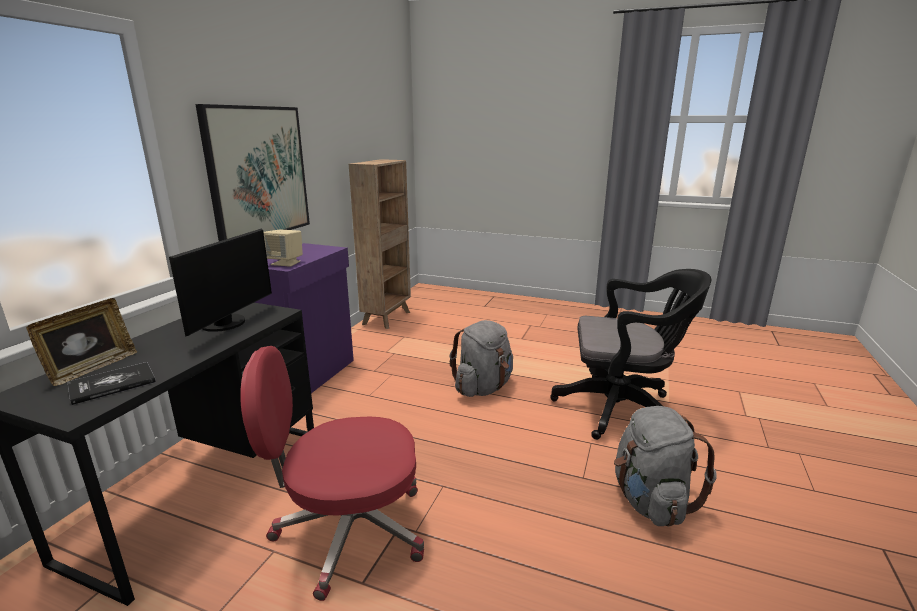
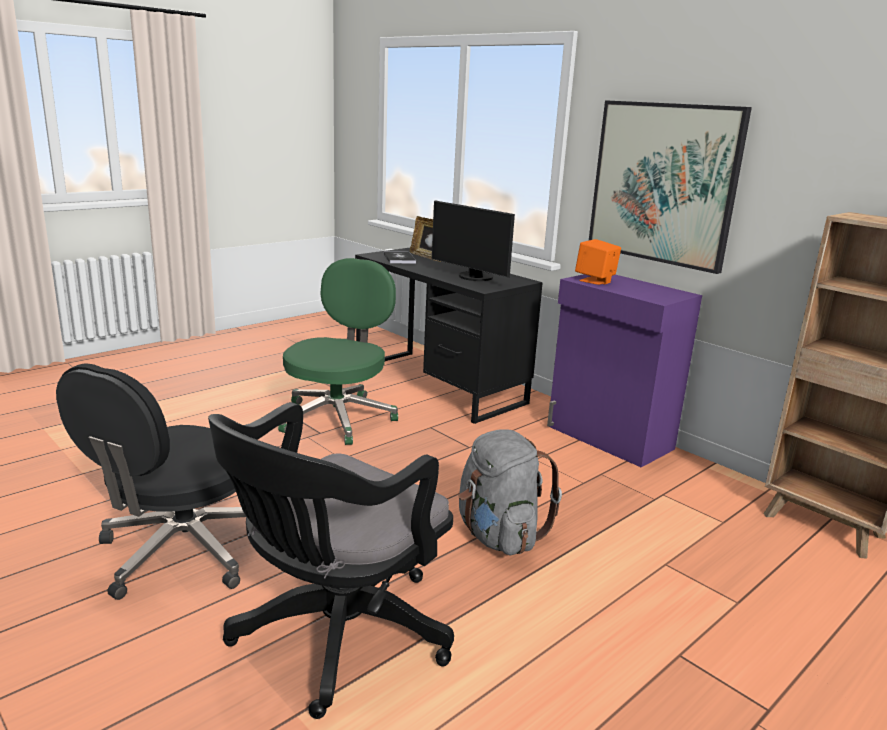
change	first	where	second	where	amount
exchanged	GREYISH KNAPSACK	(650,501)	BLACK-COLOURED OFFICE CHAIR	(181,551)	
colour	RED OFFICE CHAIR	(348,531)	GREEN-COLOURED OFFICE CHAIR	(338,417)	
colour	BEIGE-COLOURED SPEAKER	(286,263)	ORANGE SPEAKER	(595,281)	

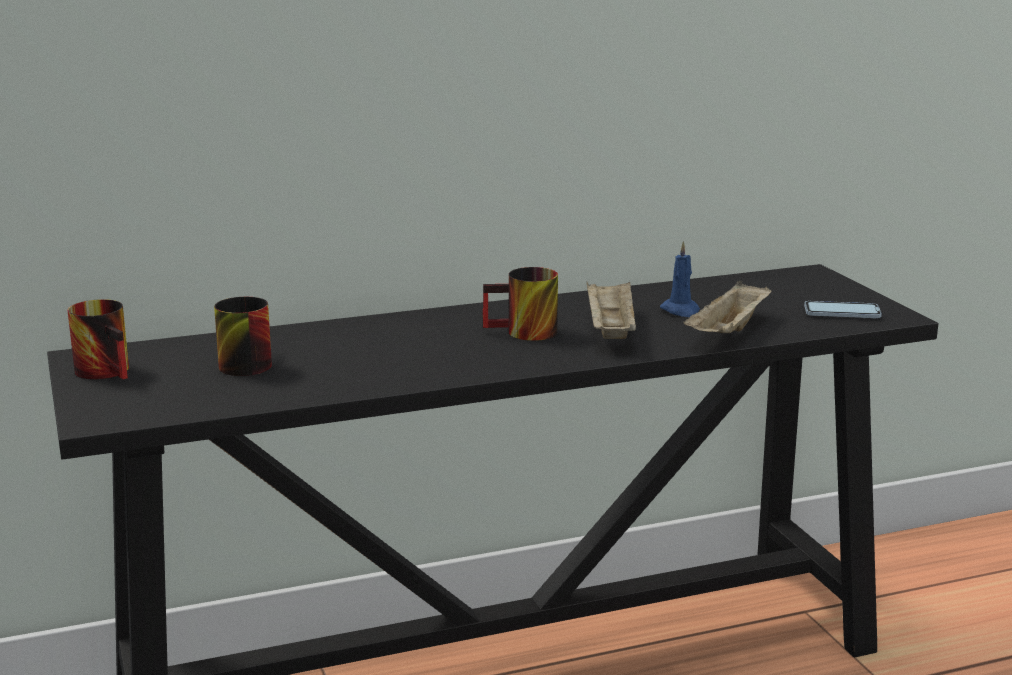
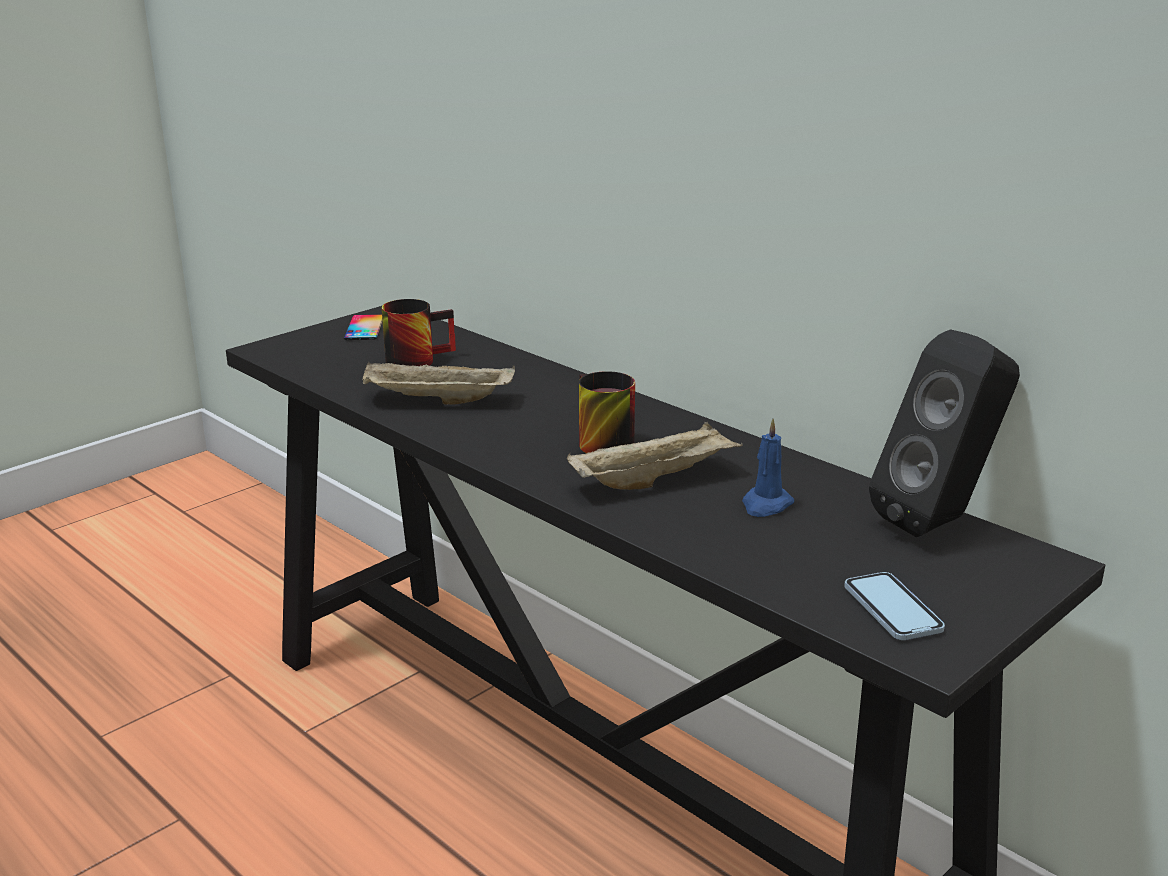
change	first	where	second	where	amount
appeared			BLACK-COLOURED SPEAKER	(940,521)	
relocated	BEIGE-COLOURED CARRYING TRAY	(729,333)		(436,401)	
exchanged	MUG	(111,371)	HANDSET	(364,328)	

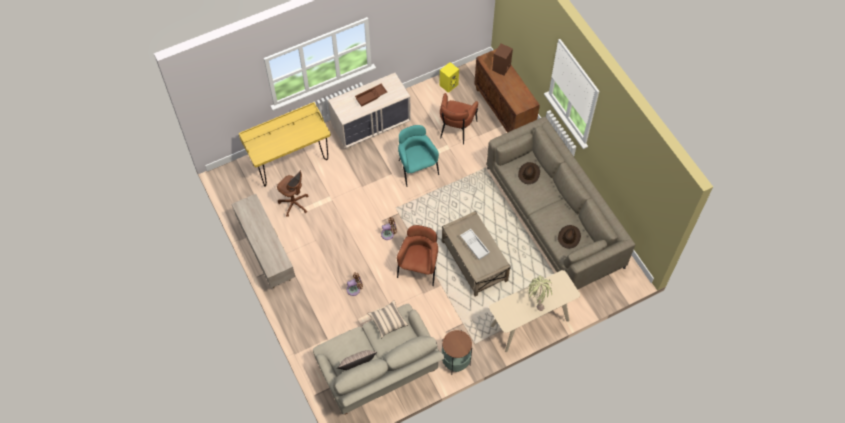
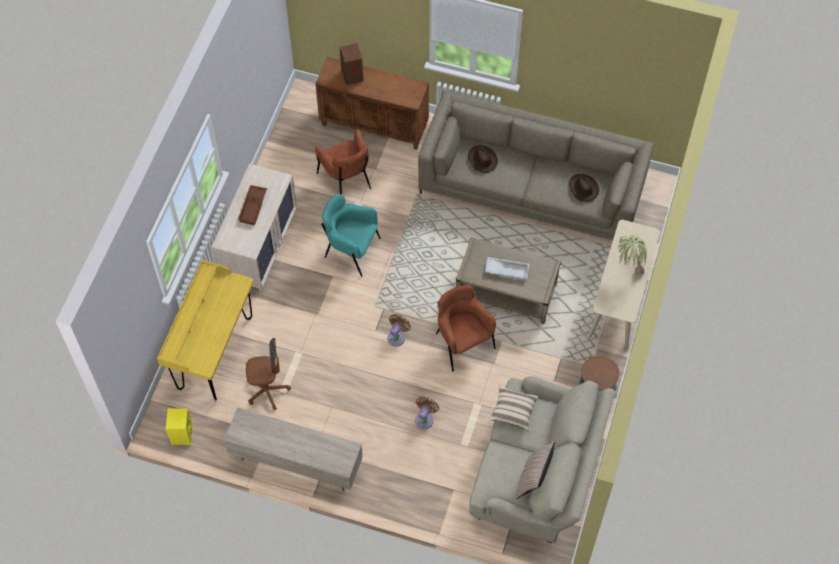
change	first	where	second	where	amount
relocated	YELLOW SPEAKER	(449,84)		(181,434)	

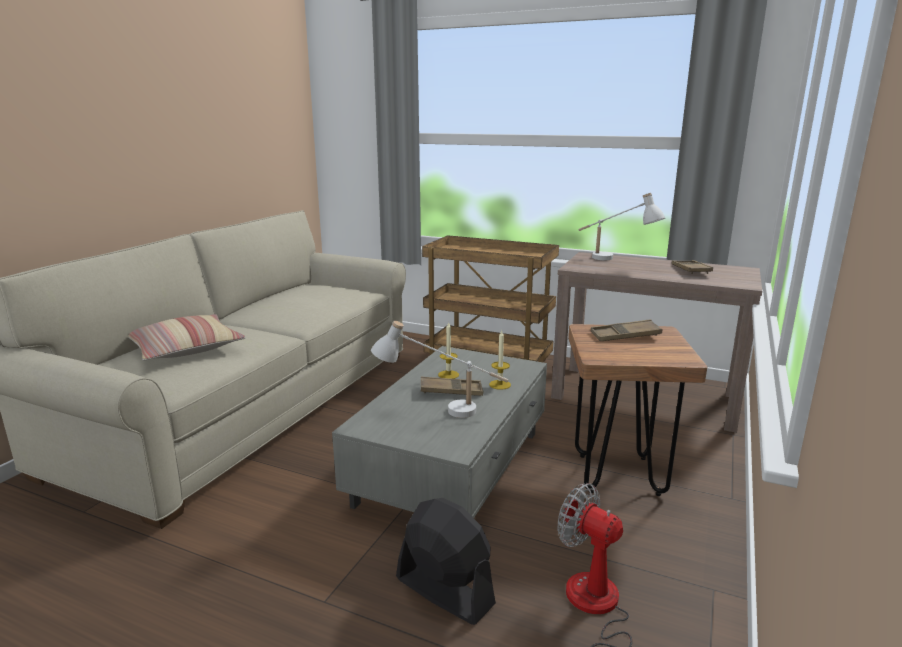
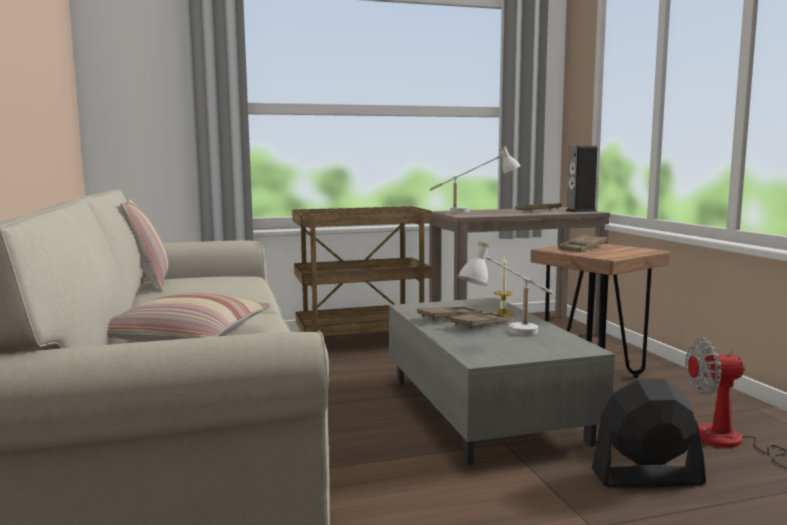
change	first	where	second	where	amount
appeared			THROW PILLOW	(149,284)	
appeared			SPEAKER	(580,211)	
exchanged	CANDLE	(448,375)	BROWNISH CARRYING TRAY	(449,317)	

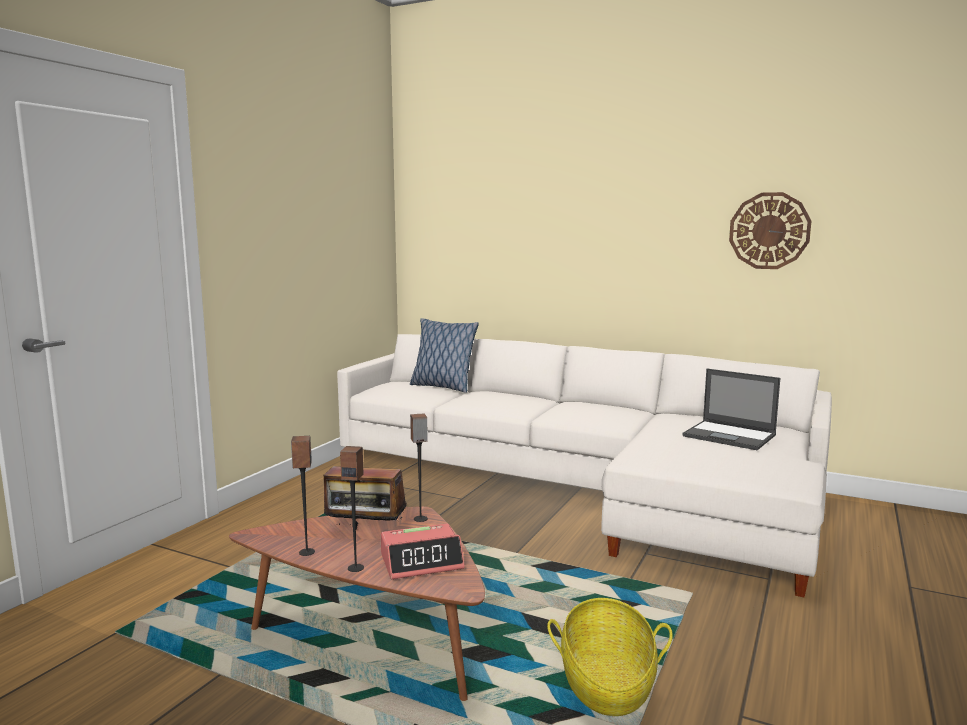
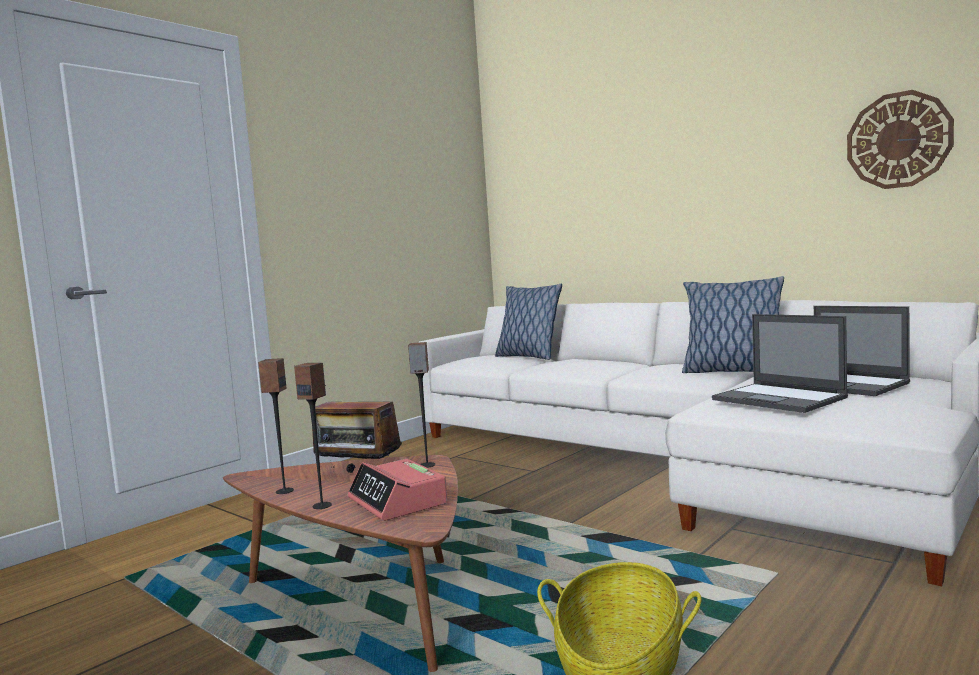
change	first	where	second	where	amount
appeared			THROW PILLOW	(732,372)	
appeared			LAPTOP	(780,399)	
spun	BEDSIDE CLOCK	(422,561)		(397,502)	60 degrees clockwise

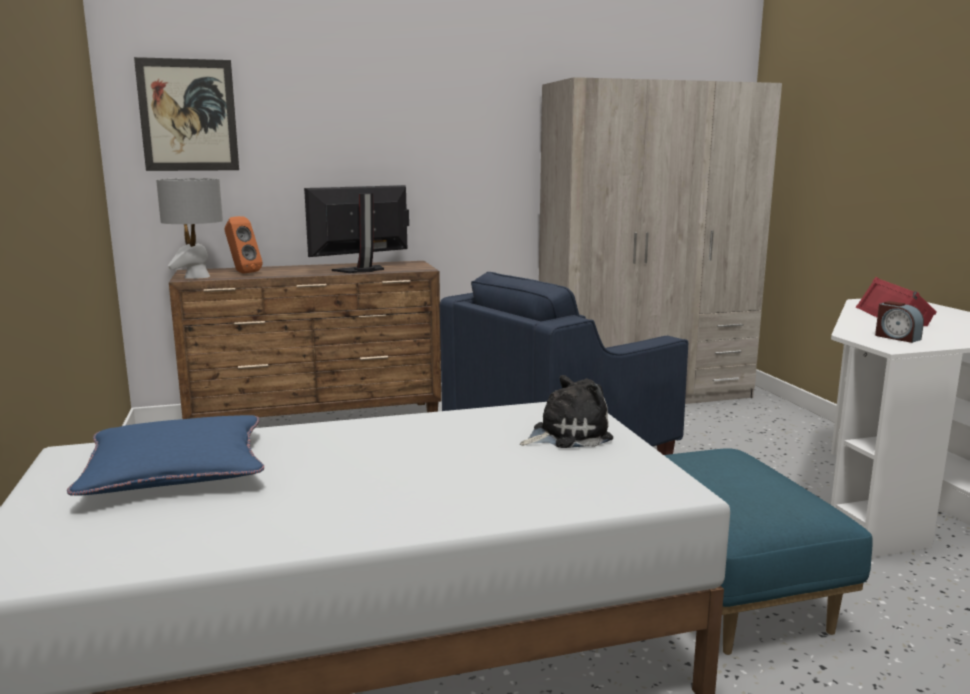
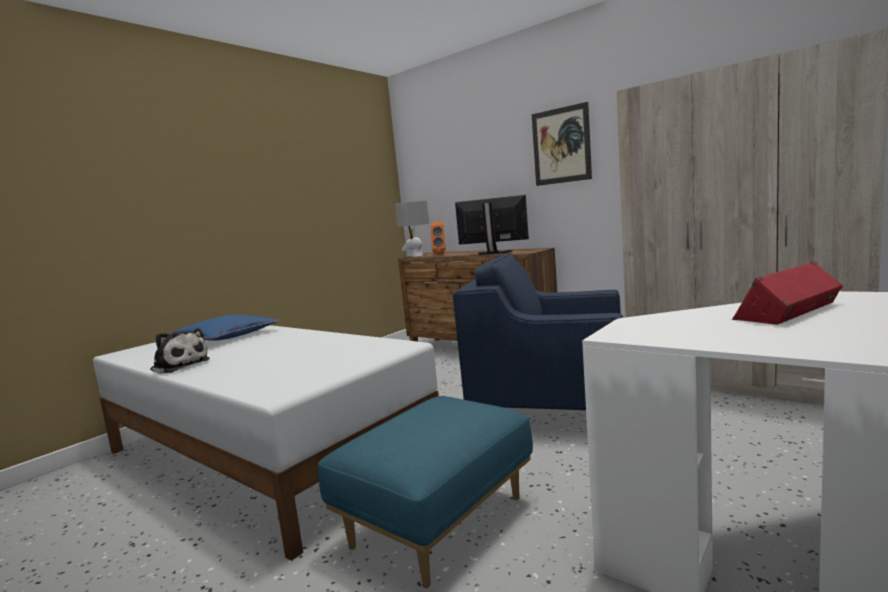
change	first	where	second	where	amount
missing	BEDSIDE CLOCK	(896,337)			
relocated	PICTURE	(188,115)		(561,145)	
relocated	SOFT TOY	(567,435)		(179,365)	

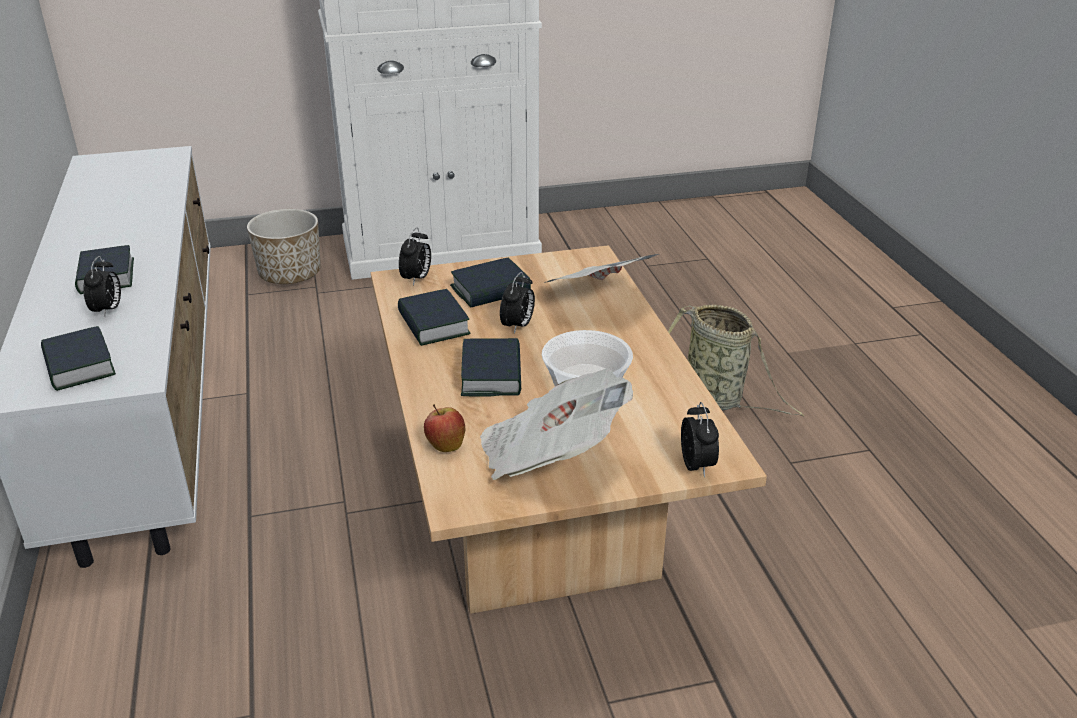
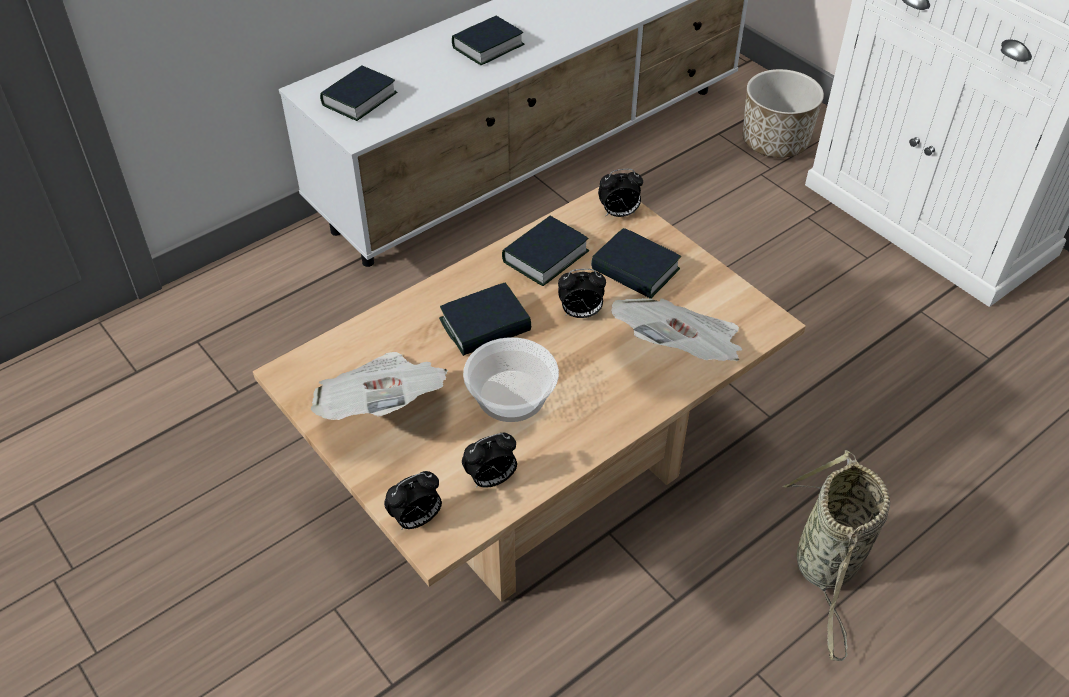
change	first	where	second	where	amount
missing	APPLE FRUIT	(445,445)			
relocated	BEDSIDE CLOCK	(108,310)		(491,479)	

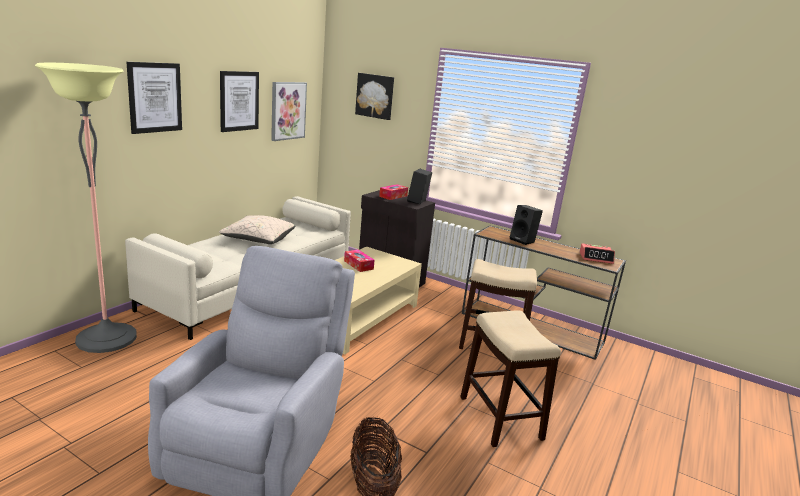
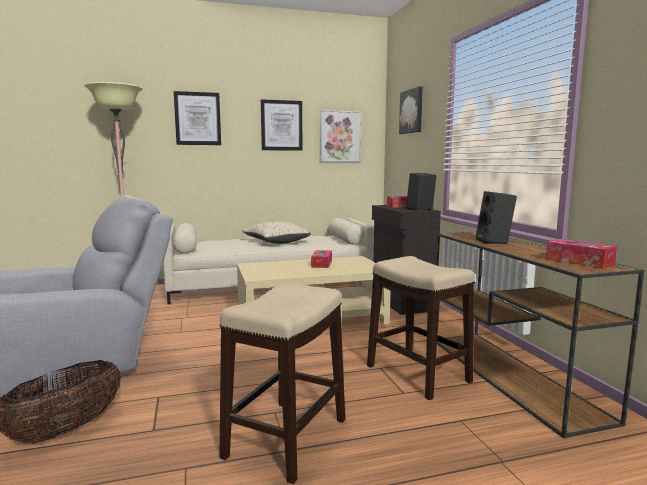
change	first	where	second	where	amount
exchanged	BEDSIDE CLOCK	(596,258)	BOX OF TISSUES	(579,262)	

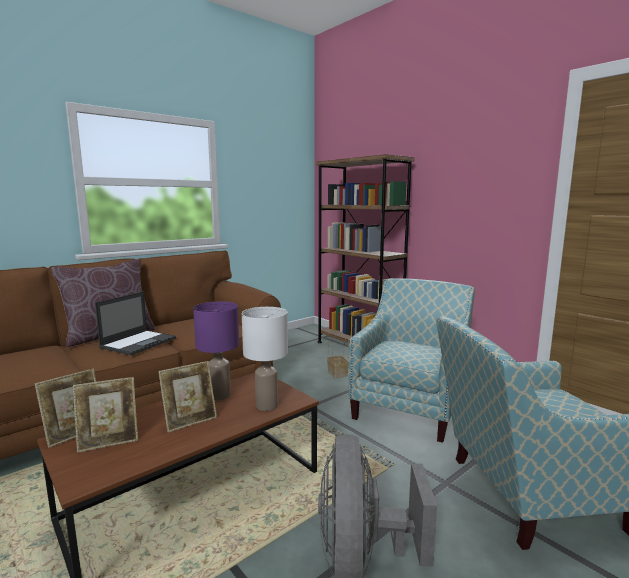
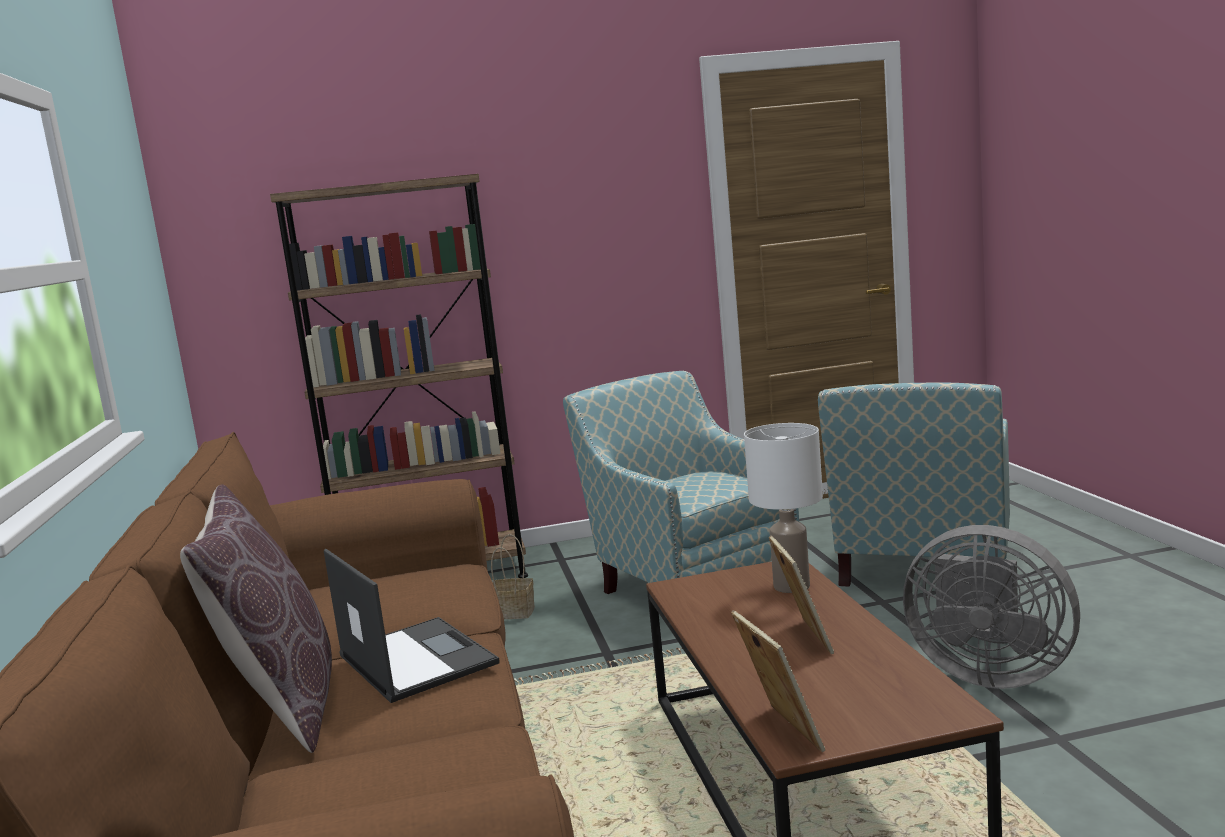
change	first	where	second	where	amount
missing	PICTURE FRAME	(109,441)			
missing	PURPLE-COLOURED TABLETOP LAMP	(220,395)			

